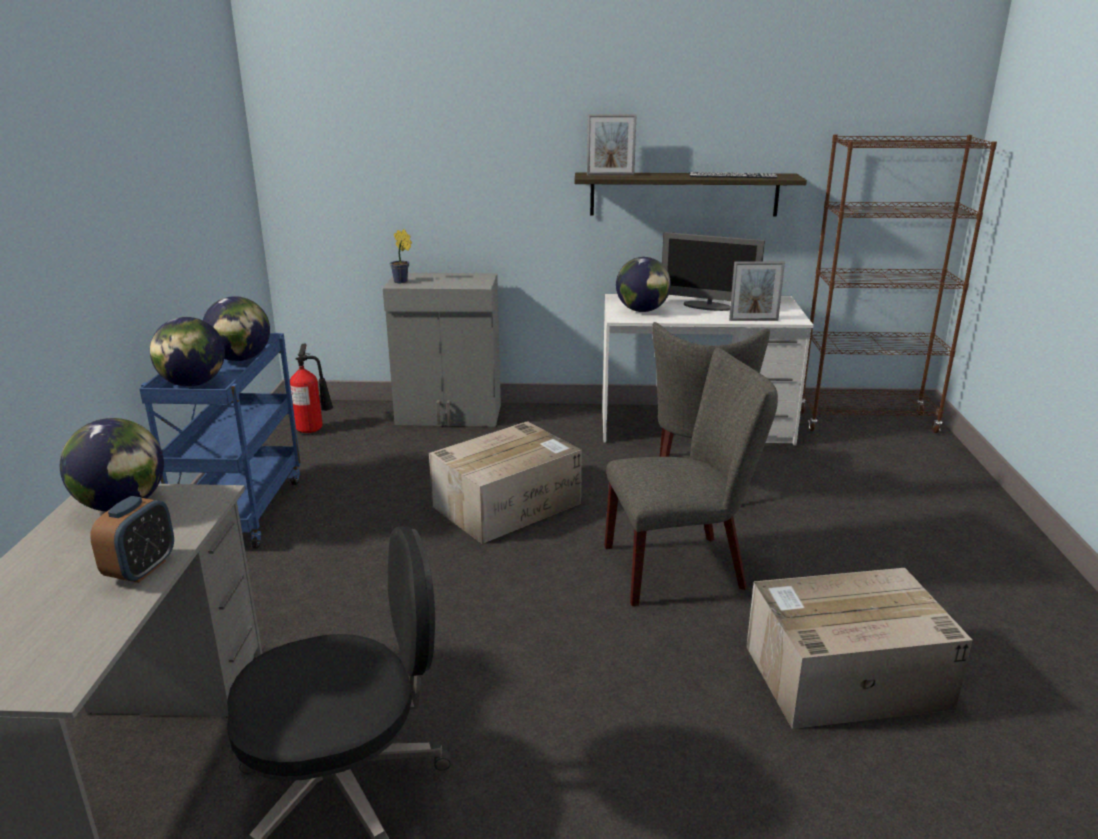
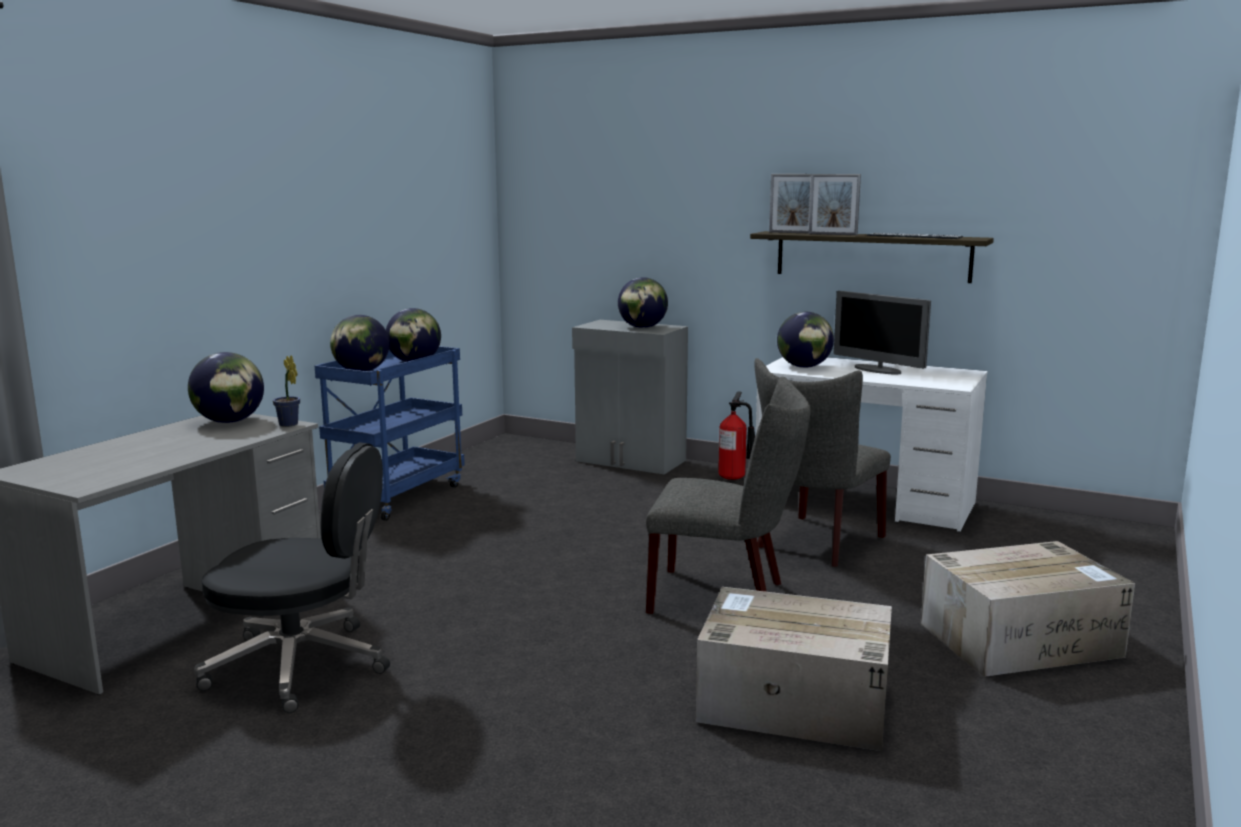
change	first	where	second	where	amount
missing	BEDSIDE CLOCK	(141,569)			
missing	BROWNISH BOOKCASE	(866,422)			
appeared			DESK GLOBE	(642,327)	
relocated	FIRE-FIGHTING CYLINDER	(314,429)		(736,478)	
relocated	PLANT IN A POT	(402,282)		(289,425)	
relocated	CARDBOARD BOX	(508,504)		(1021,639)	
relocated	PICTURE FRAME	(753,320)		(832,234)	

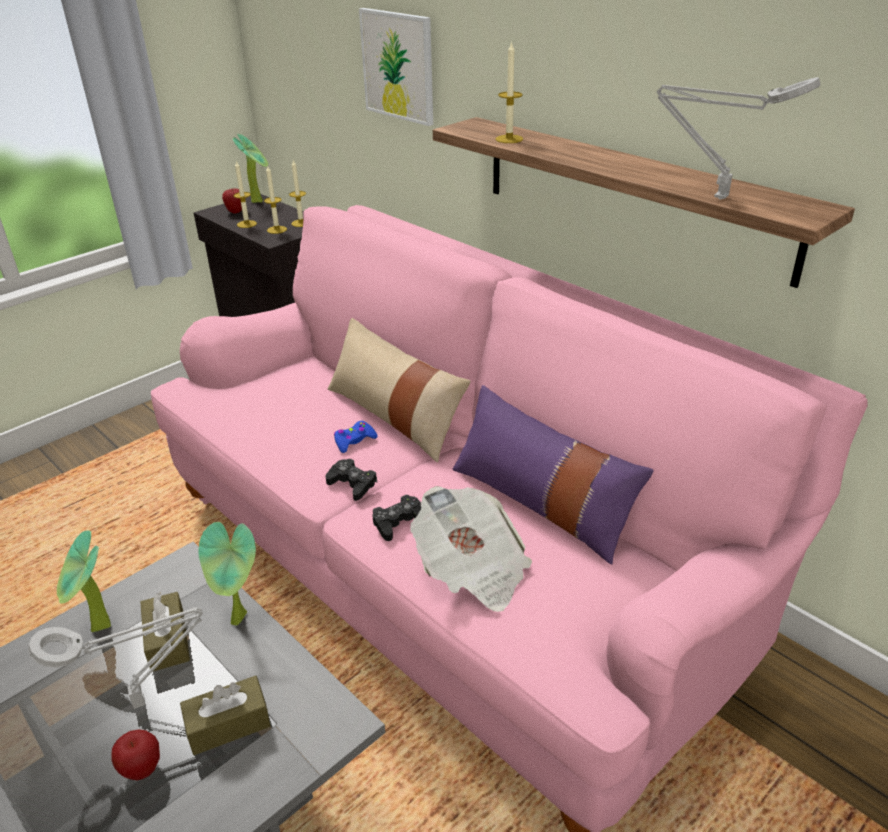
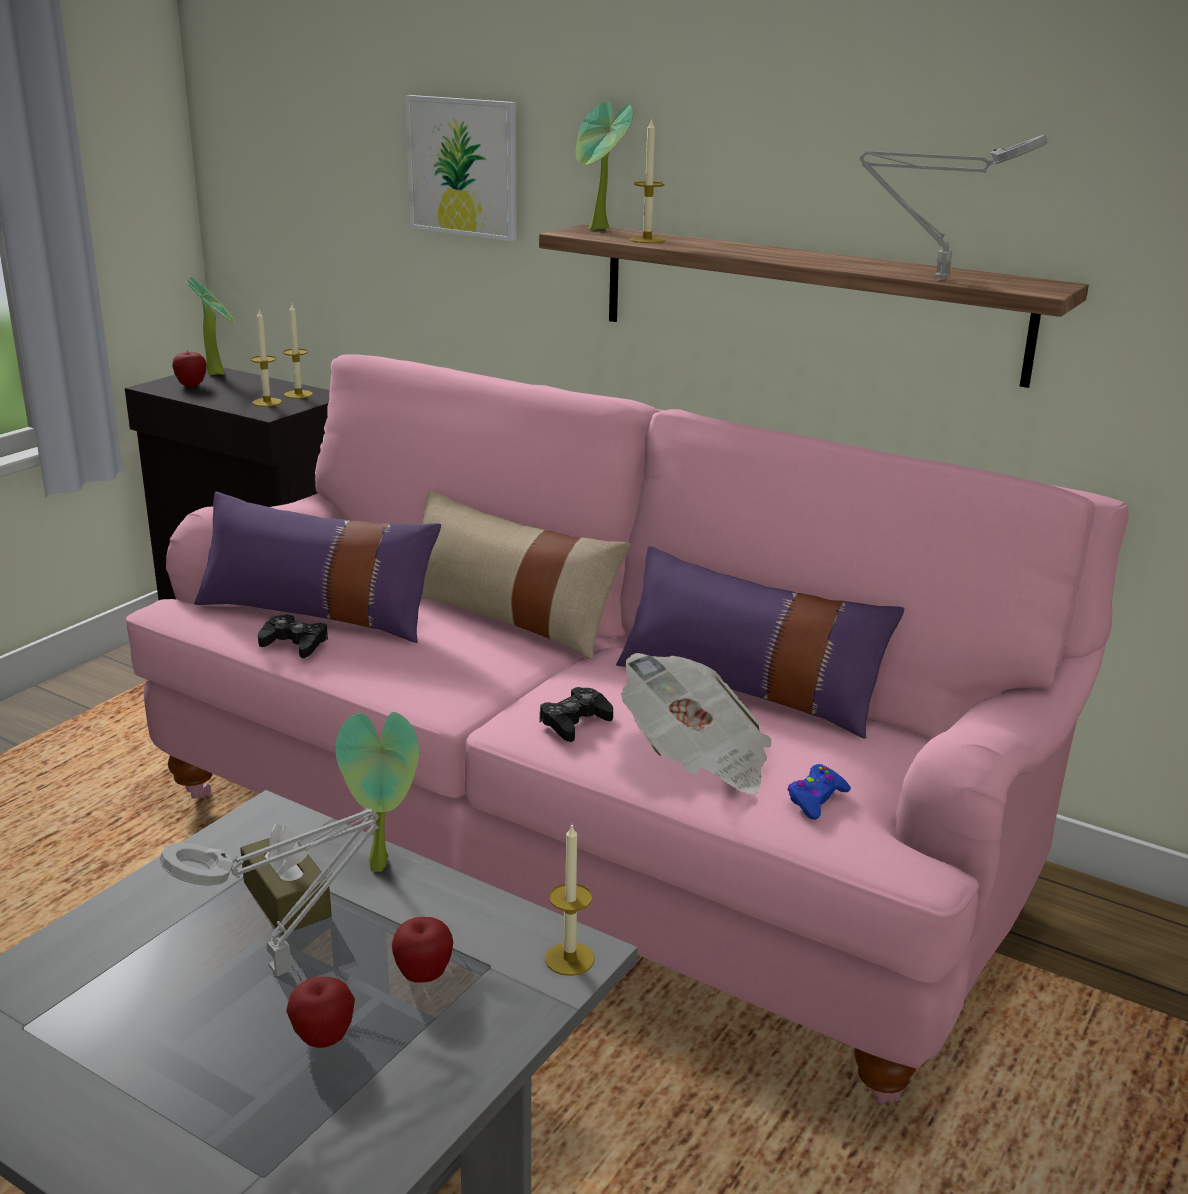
change	first	where	second	where	amount
appeared			PURPLE-COLOURED THROW PILLOW	(317,612)	
relocated	PLANT IN A POT	(99,630)		(599,230)	
relocated	CANDLE	(247,224)		(569,959)	
relocated	BLACK-COLOURED JOYPAD	(352,484)		(294,644)	
relocated	BLUE JOYPAD	(354,441)		(816,799)	
exchanged	BROWNISH BOX OF TISSUES	(228,724)	APPLE FRUIT	(423,975)	

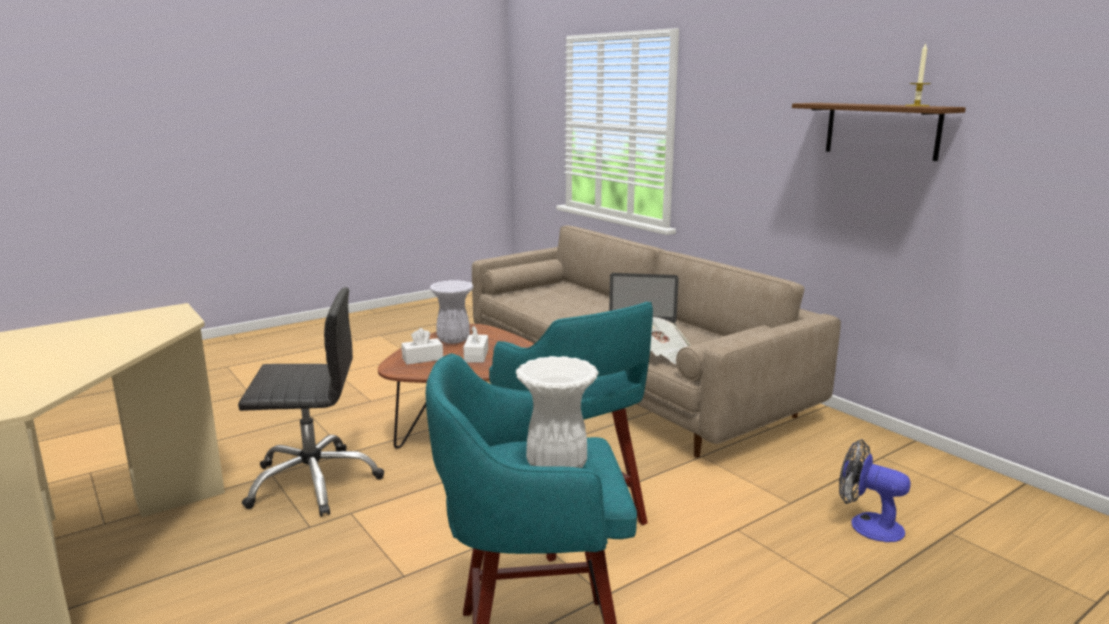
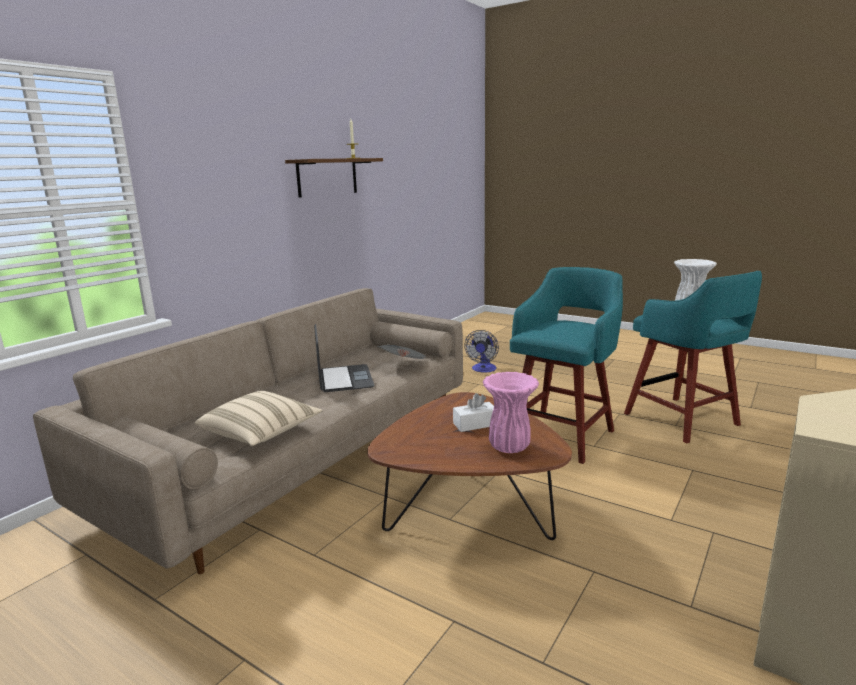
change	first	where	second	where	amount
missing	BLACK-COLOURED OFFICE CHAIR	(313,482)			
missing	WHITE DECORATIVE VASE	(454,340)			
appeared			BEIGE-COLOURED THROW PILLOW	(261,434)	
exchanged	WHITE BOX OF TISSUES	(422,358)	PINKISH DECORATIVE VASE	(510,447)	

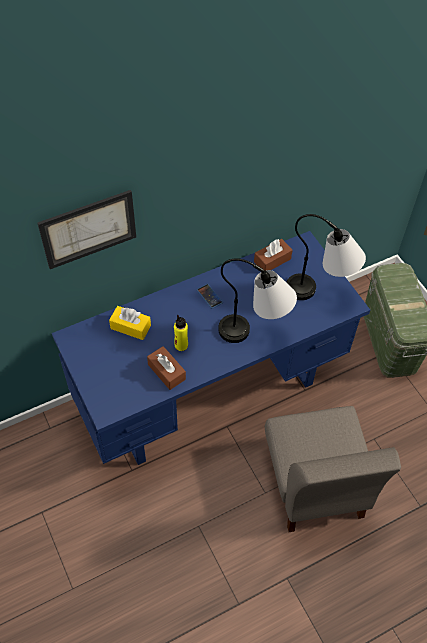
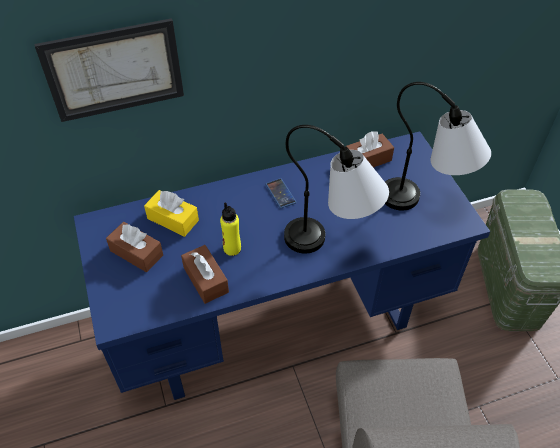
change	first	where	second	where	amount
appeared			BROWNISH BOX OF TISSUES	(136,253)	

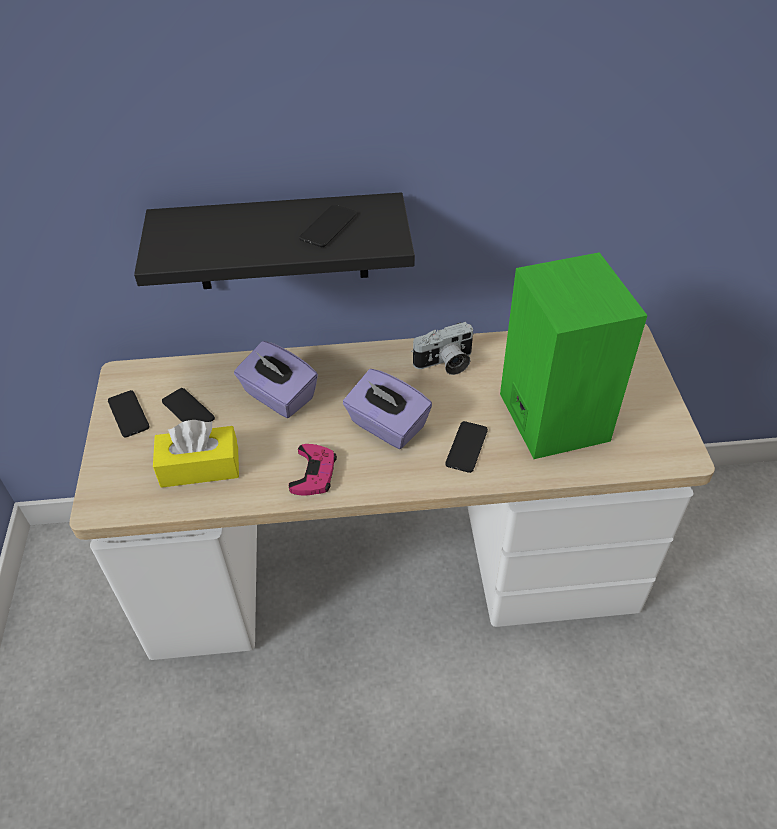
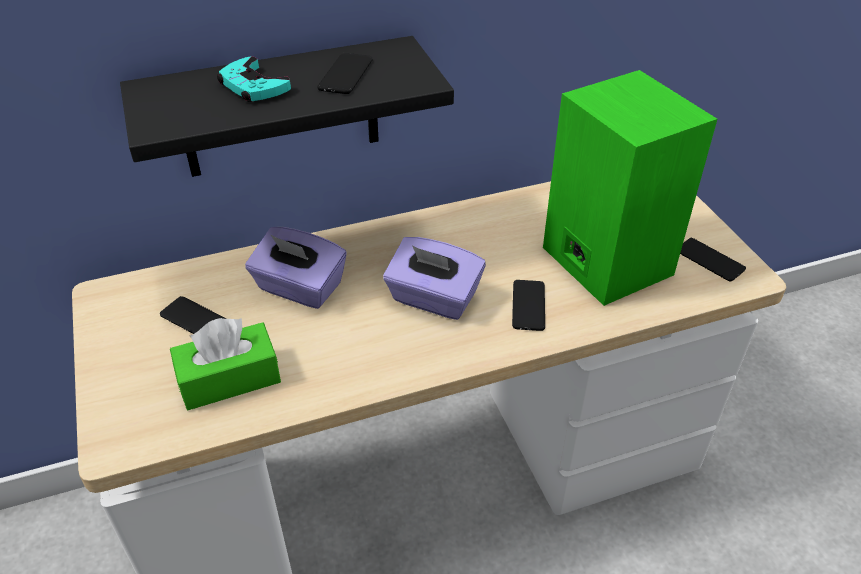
change	first	where	second	where	amount
missing	PINKISH JOYPAD	(314,473)			
missing	PHOTO CAMERA	(445,363)			
appeared			BLUE-GREEN JOYPAD	(253,86)	
relocated	HANDSET	(128,414)		(709,260)	
colour	YELLOW BOX OF TISSUES	(200,467)	GREEN-COLOURED BOX OF TISSUES	(229,379)	

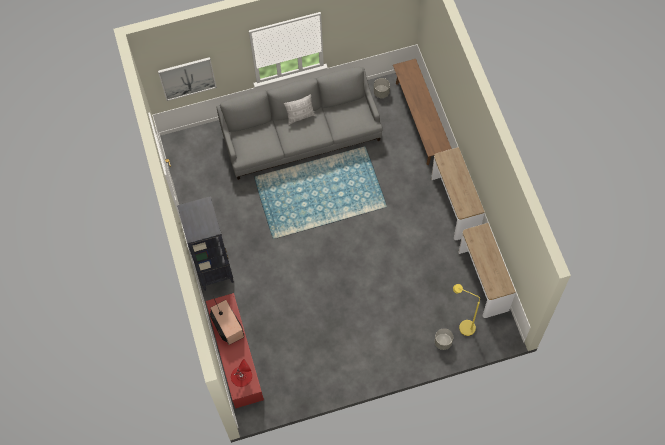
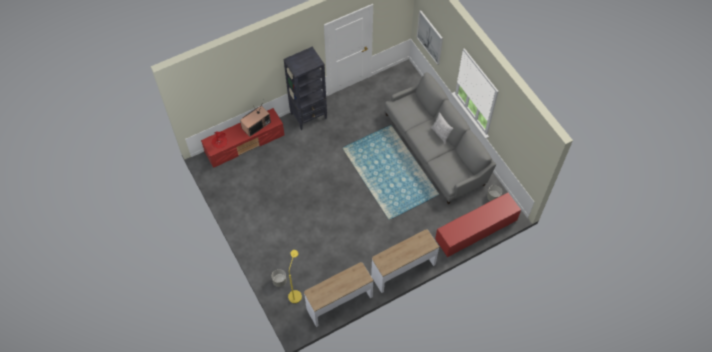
change	first	where	second	where	amount
exchanged	BROWNISH LONG SEAT	(420,120)	RED MEDIA CONSOLE	(475,230)	

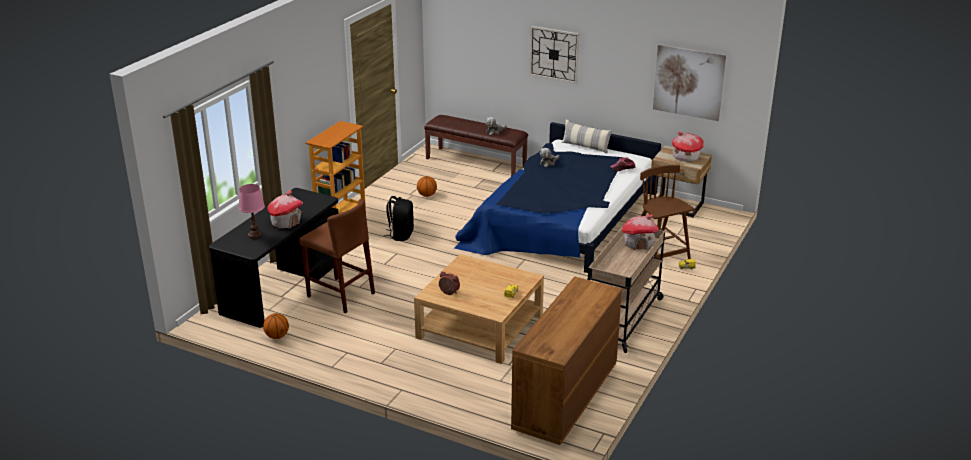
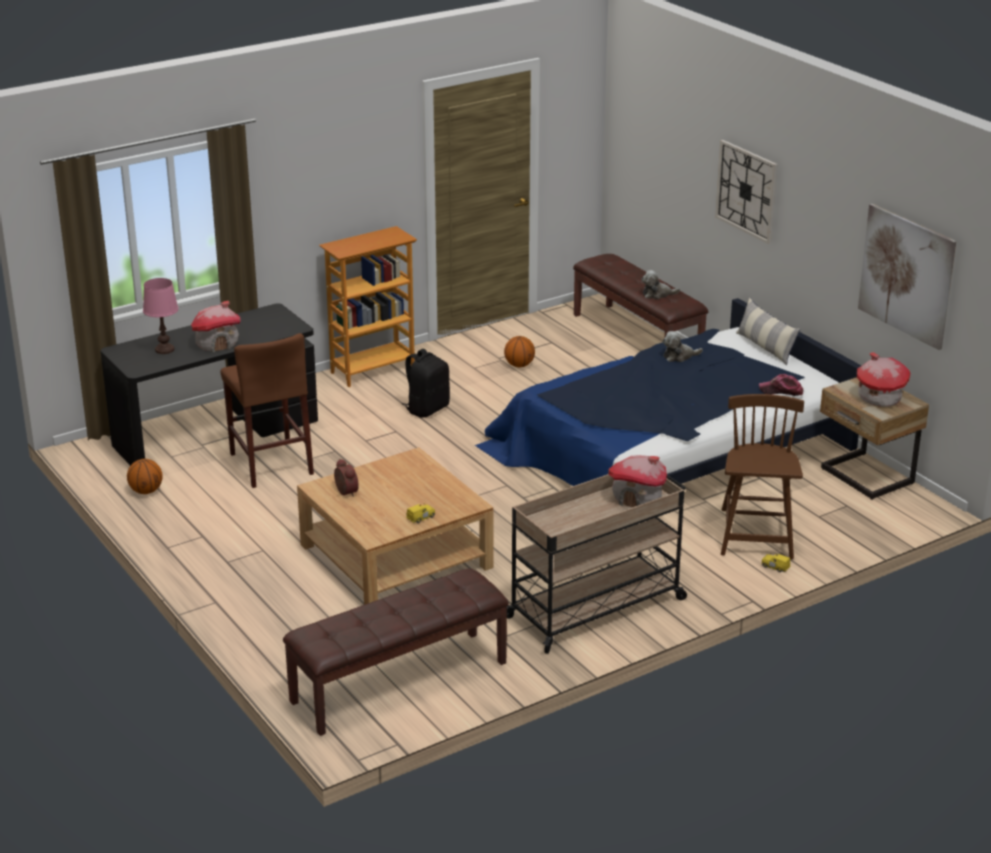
change	first	where	second	where	amount
exchanged	BROWNISH DRESSER	(565,398)	BROWNISH LONG SEAT	(399,683)	

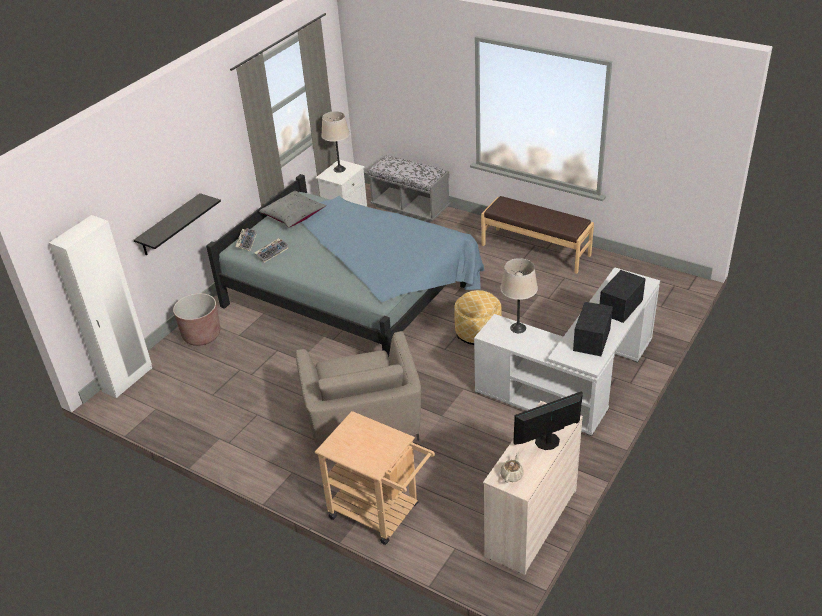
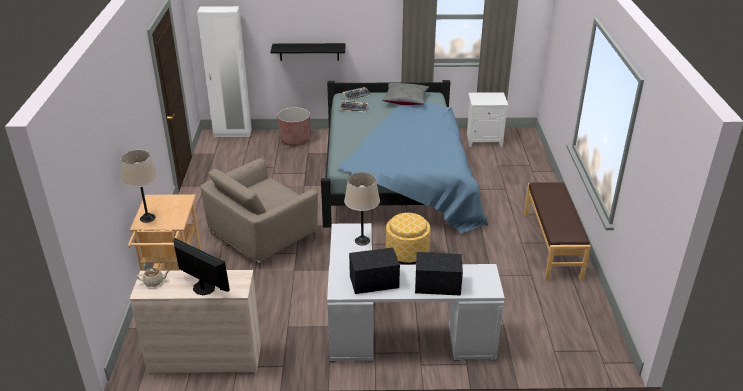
change	first	where	second	where	amount
missing	GREYISH LONG SEAT	(410,207)			
relocated	BEIGE-COLOURED TABLETOP LAMP	(339,169)		(147,218)	

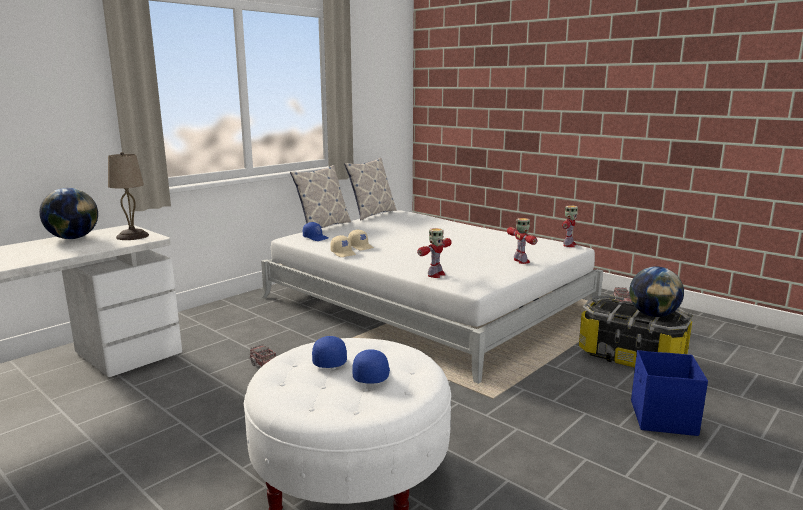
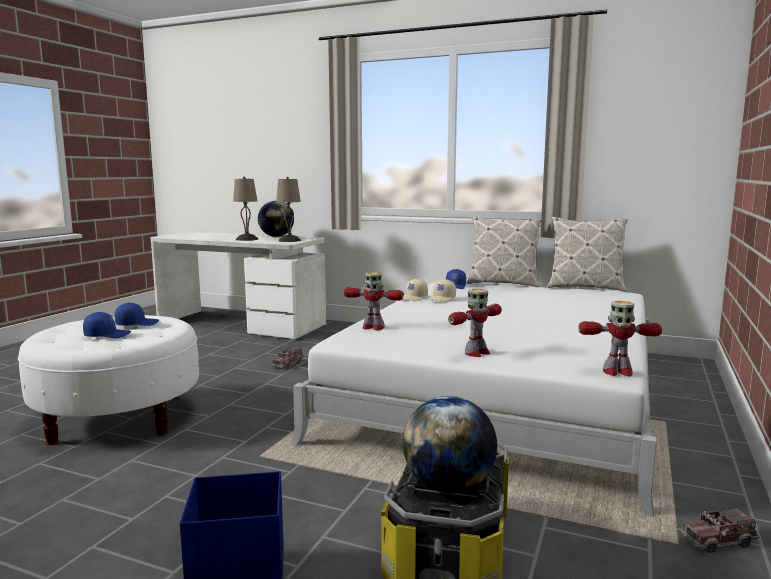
change	first	where	second	where	amount
appeared			BEIGE-COLOURED TABLETOP LAMP	(246,239)	

